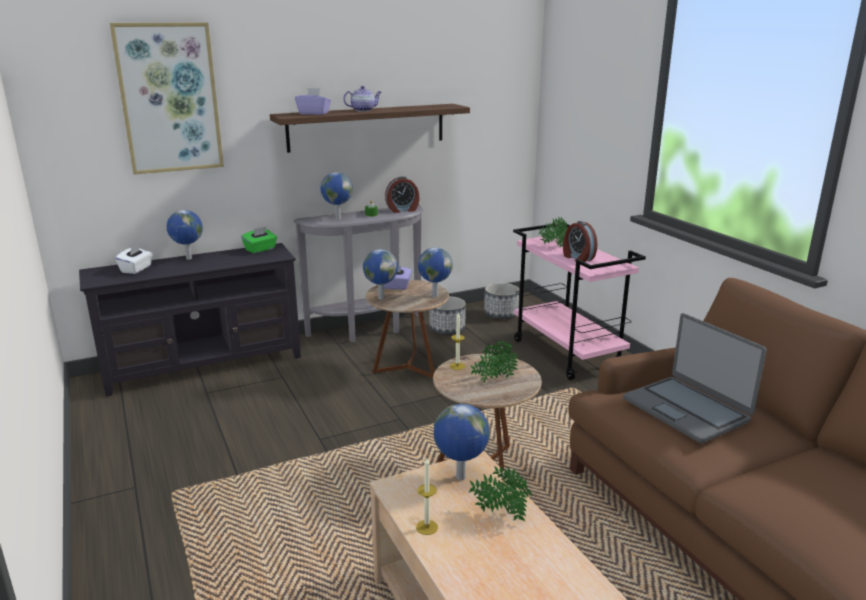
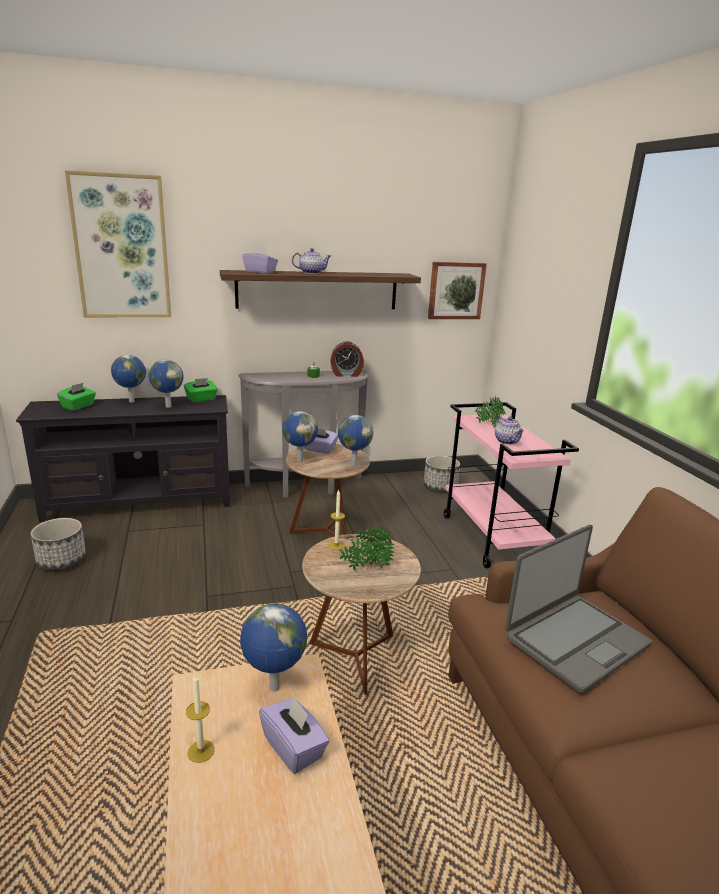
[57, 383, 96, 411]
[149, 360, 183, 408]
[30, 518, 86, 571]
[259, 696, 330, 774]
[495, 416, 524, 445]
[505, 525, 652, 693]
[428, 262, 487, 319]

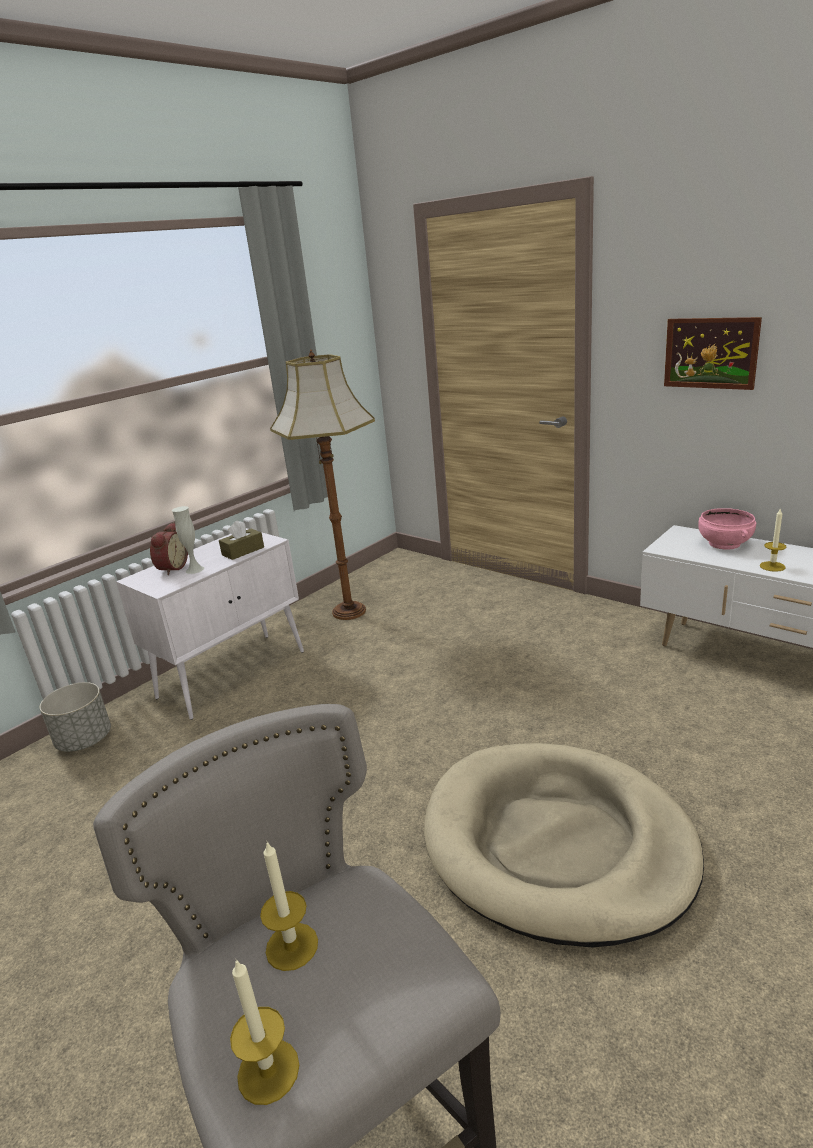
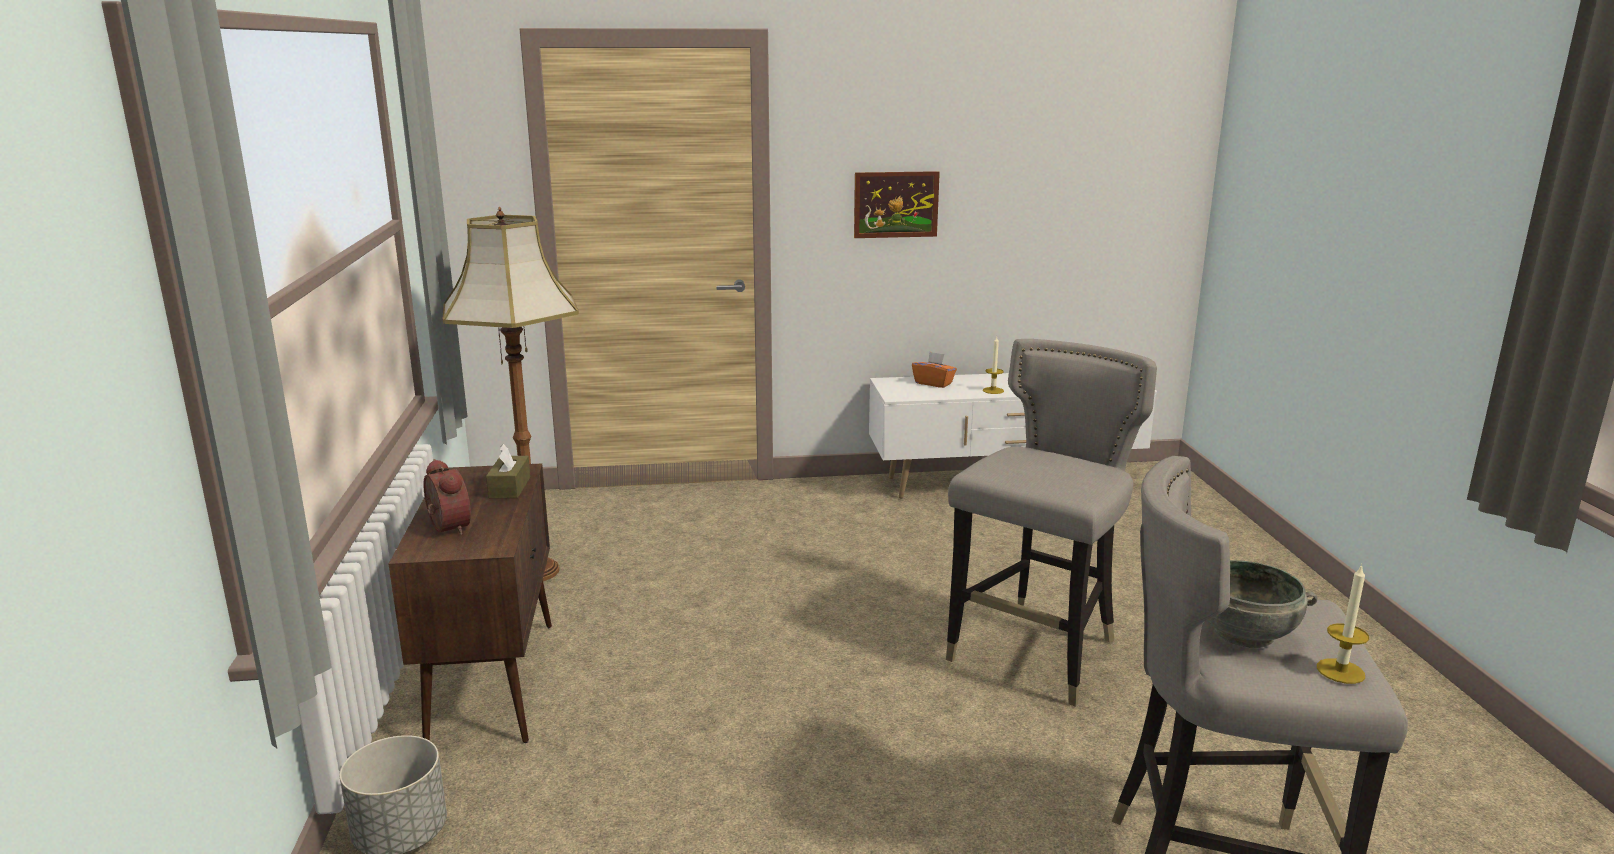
[389, 463, 552, 743]
[172, 506, 204, 574] (first image)
[1207, 560, 1317, 648]
[946, 339, 1157, 707]
[912, 352, 957, 388]

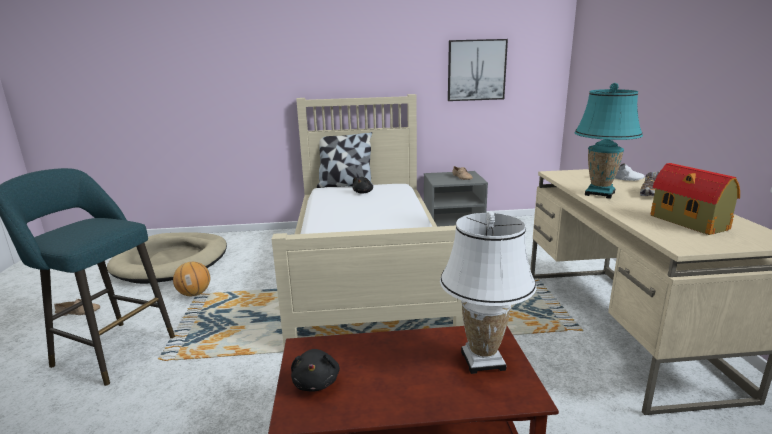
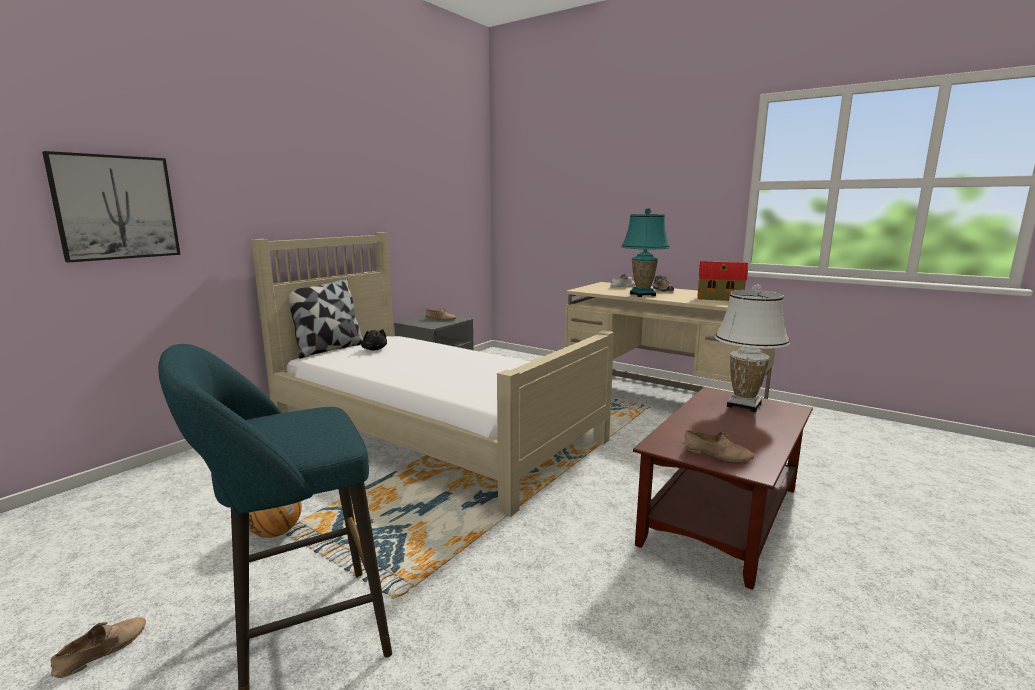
[107, 233, 227, 284] (first image)
[682, 430, 754, 462]
[42, 151, 181, 263]

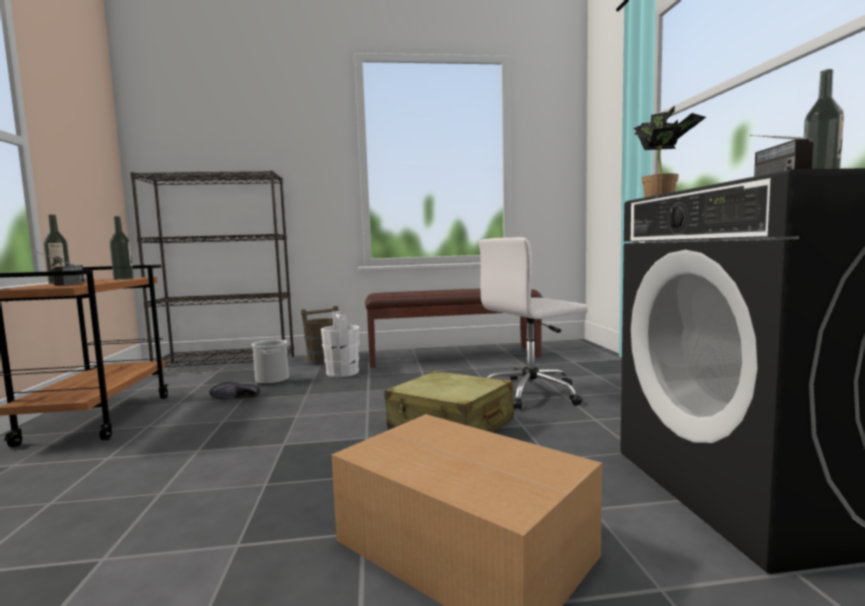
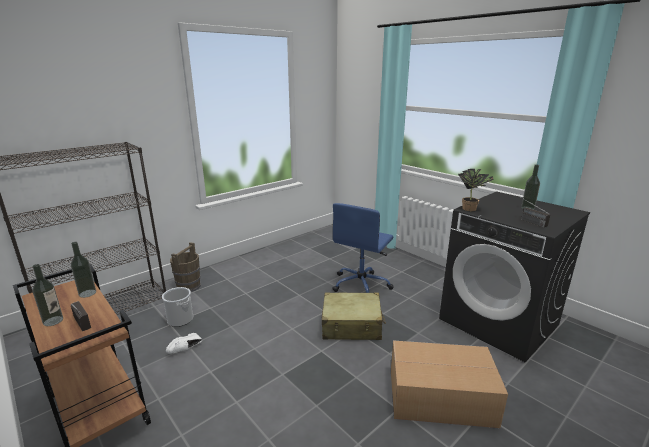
[166, 333, 202, 354]
[321, 311, 360, 377] (first image)
[365, 288, 543, 368] (first image)
[332, 203, 393, 293]

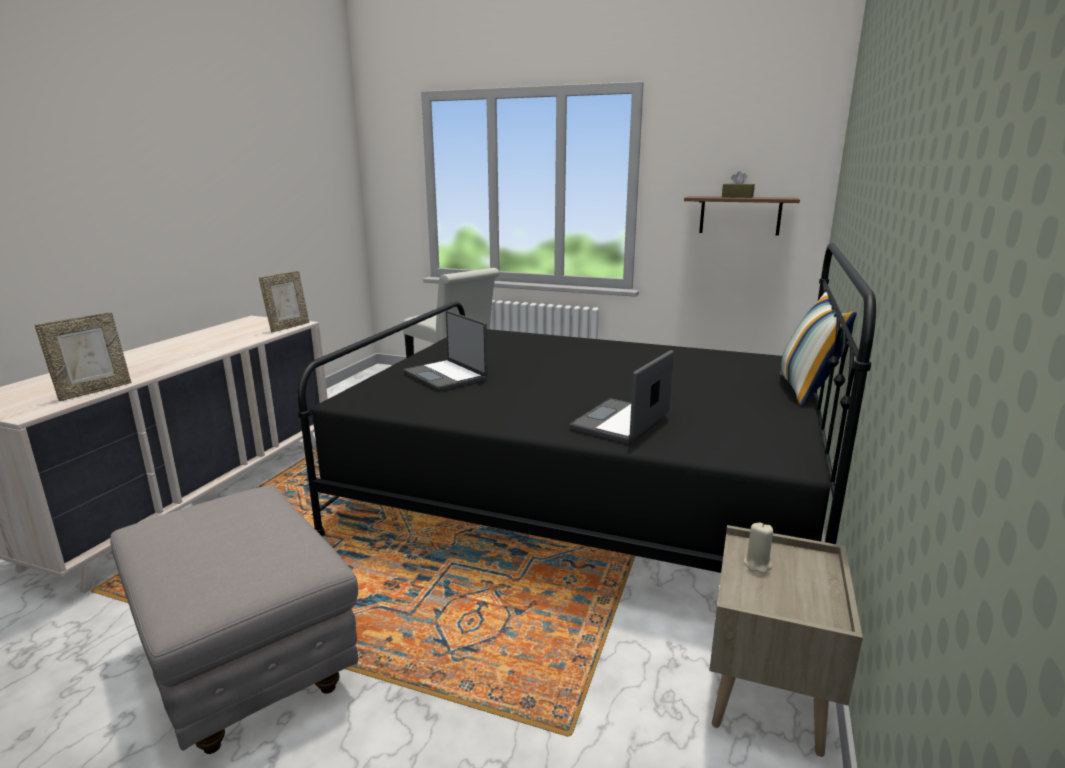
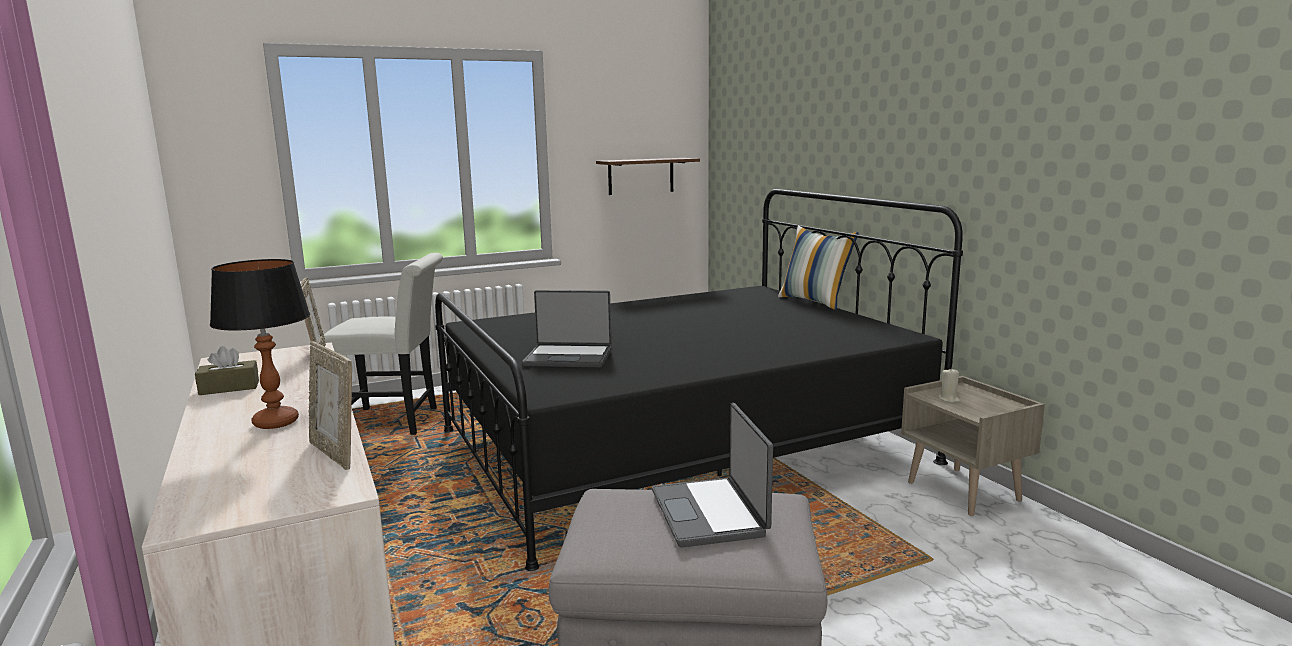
[309, 341, 352, 470]
[652, 403, 773, 547]
[195, 346, 259, 395]
[210, 259, 310, 429]

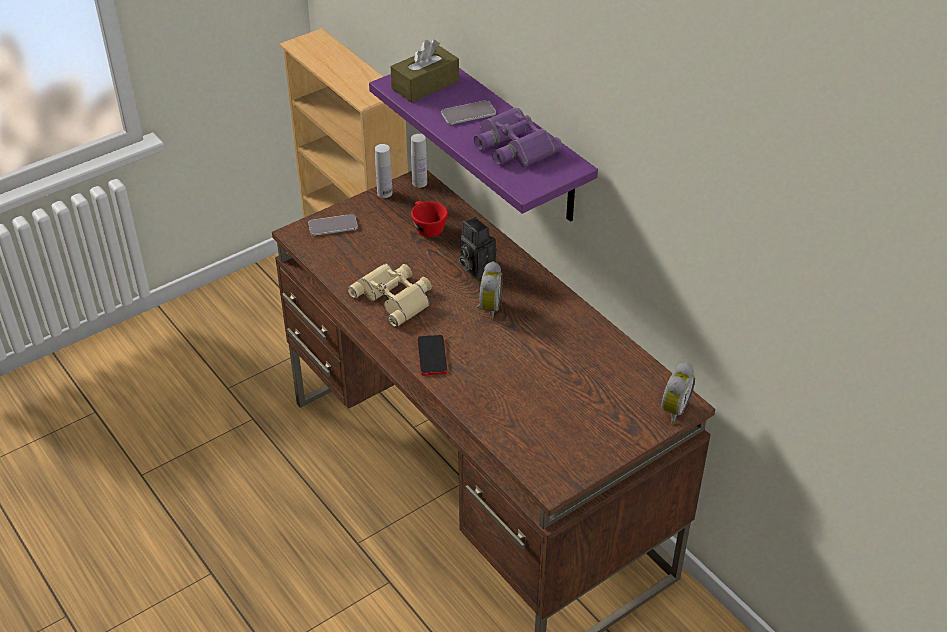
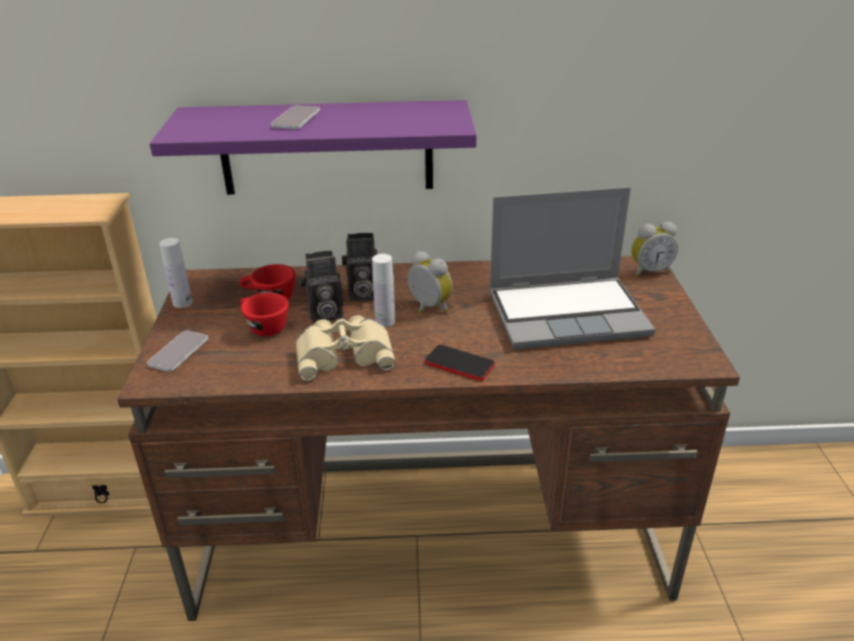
[391, 39, 459, 103] (first image)
[372, 254, 395, 327]
[474, 108, 563, 168] (first image)
[631, 222, 678, 277]
[240, 293, 289, 336]
[300, 251, 343, 323]
[489, 187, 655, 349]

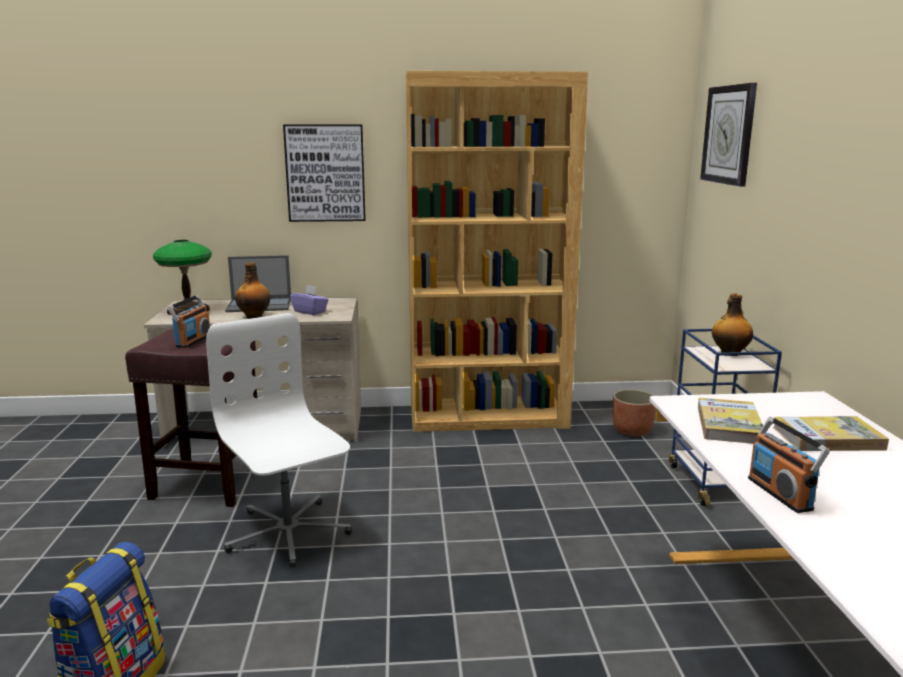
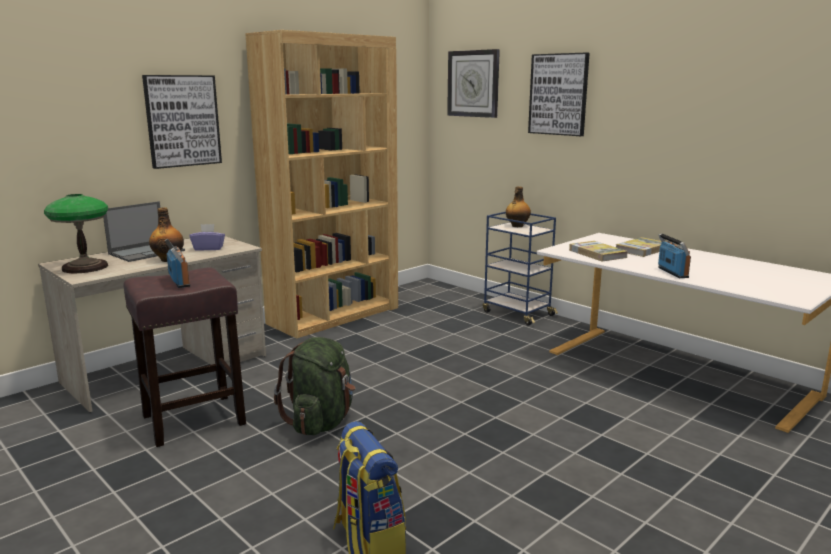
[274, 337, 355, 435]
[613, 389, 656, 436] (first image)
[658, 233, 691, 278]
[528, 52, 590, 136]

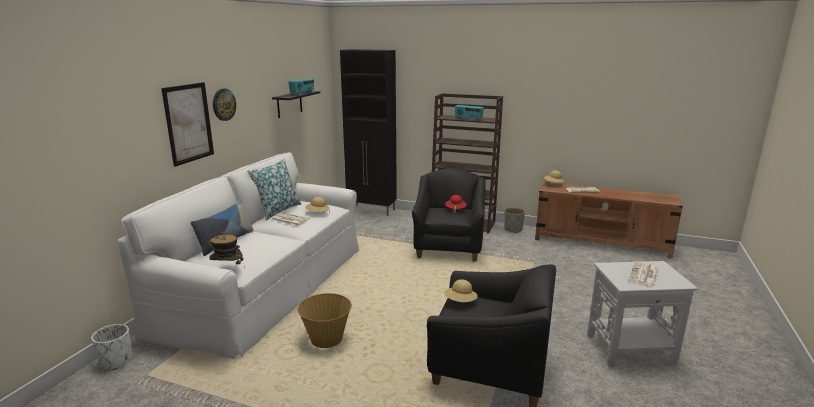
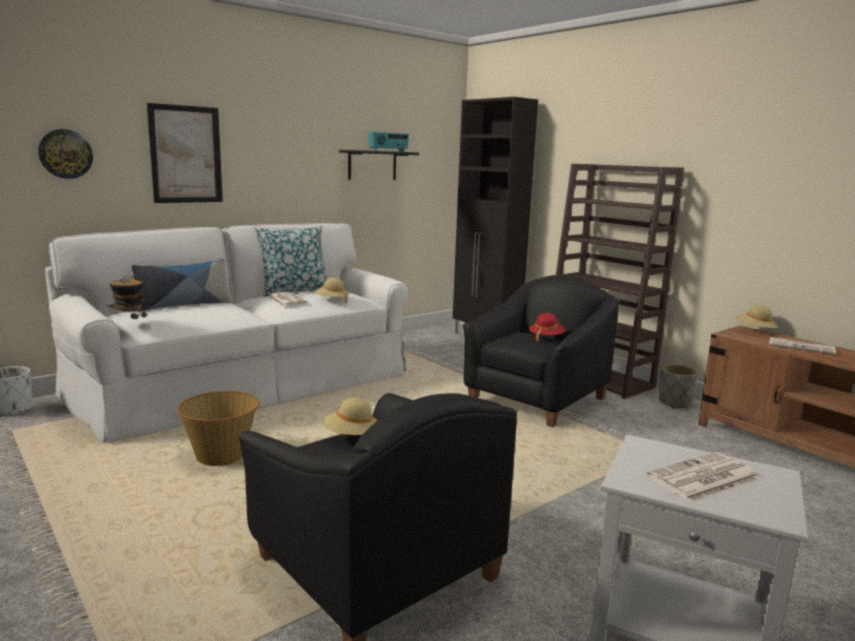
[38, 129, 93, 179]
[455, 105, 484, 120] (first image)

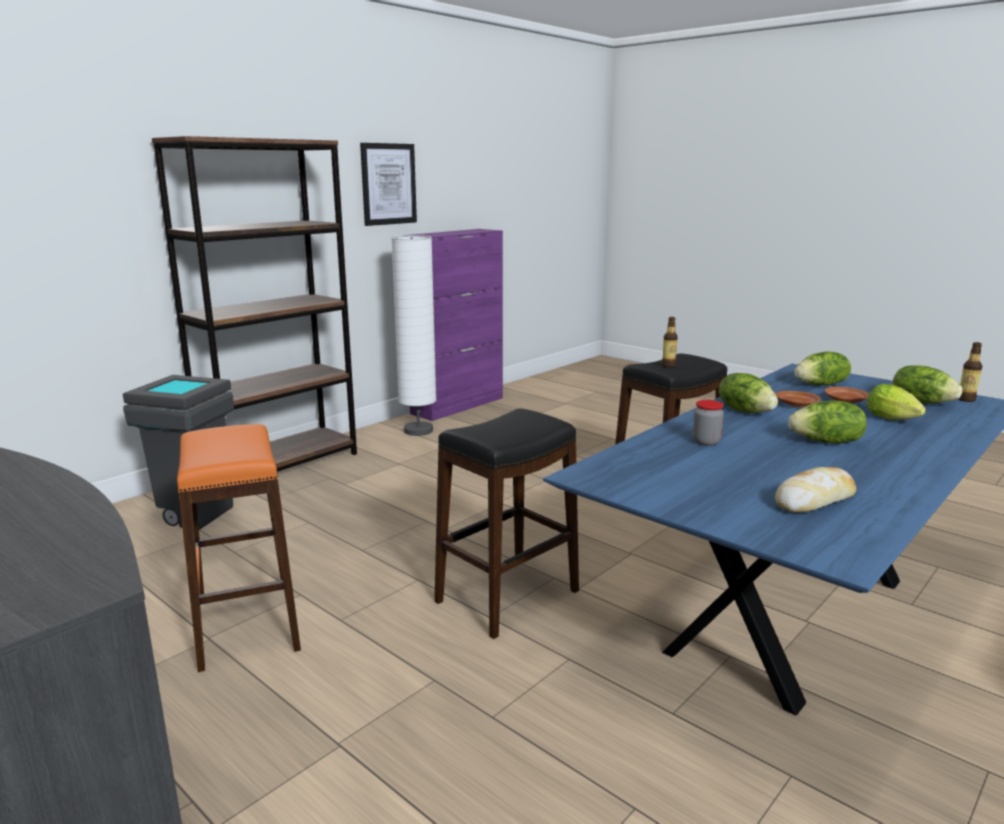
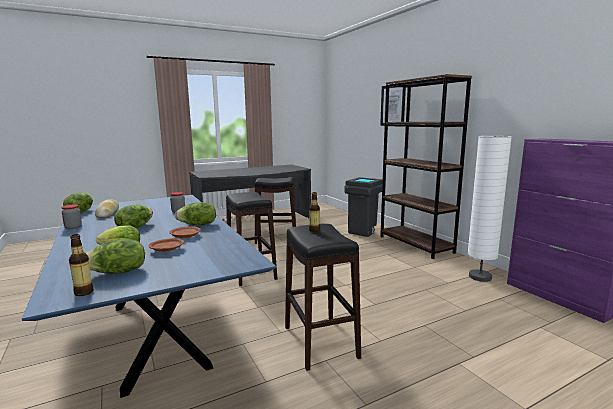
[255, 177, 296, 244]
[380, 86, 406, 126]
[63, 193, 93, 213]
[61, 205, 82, 229]

